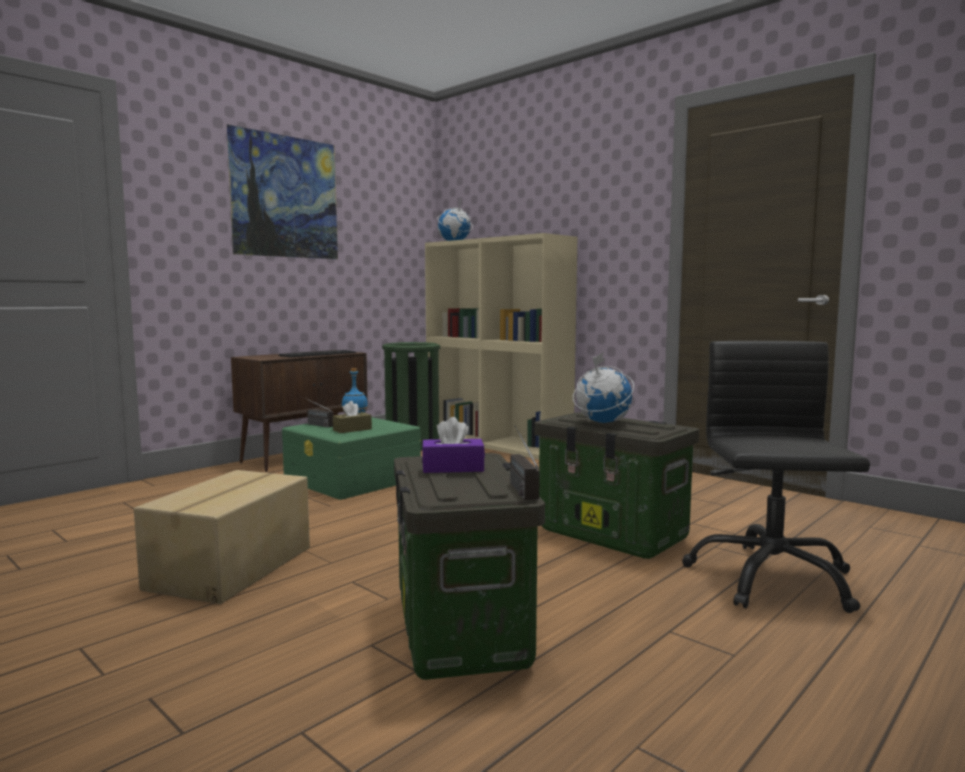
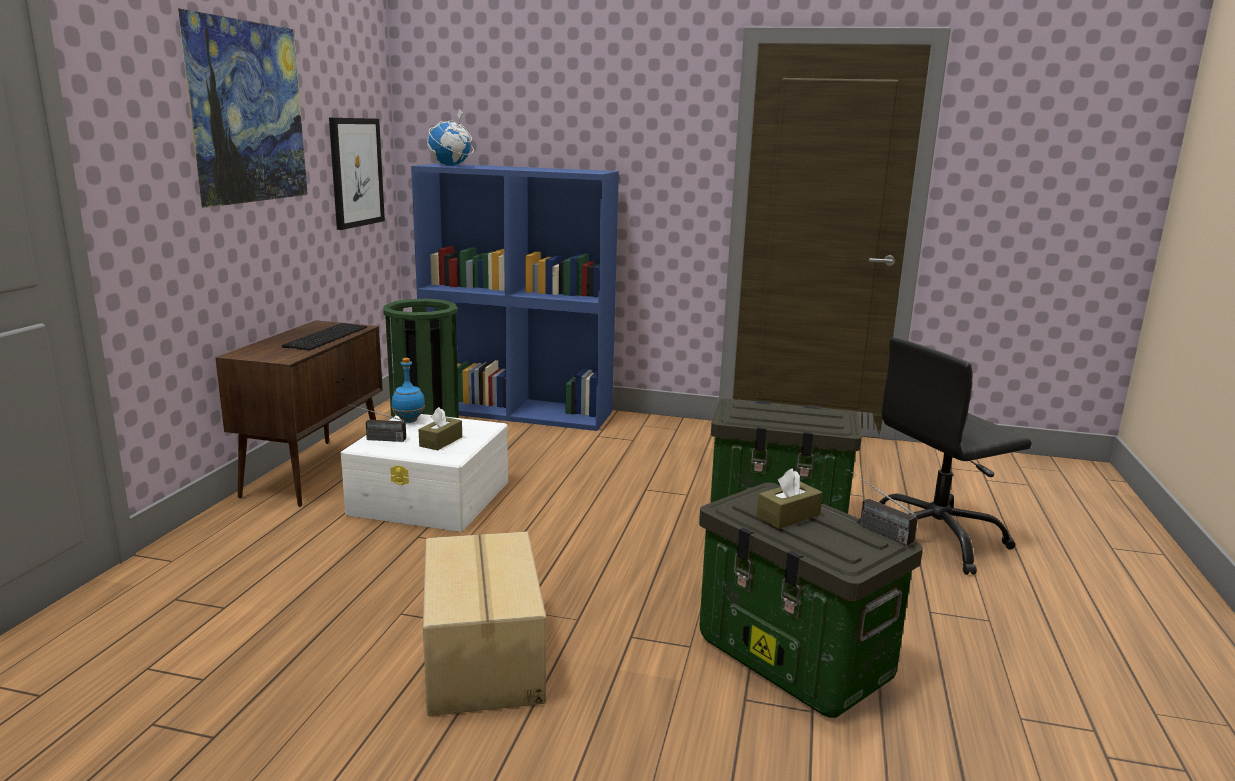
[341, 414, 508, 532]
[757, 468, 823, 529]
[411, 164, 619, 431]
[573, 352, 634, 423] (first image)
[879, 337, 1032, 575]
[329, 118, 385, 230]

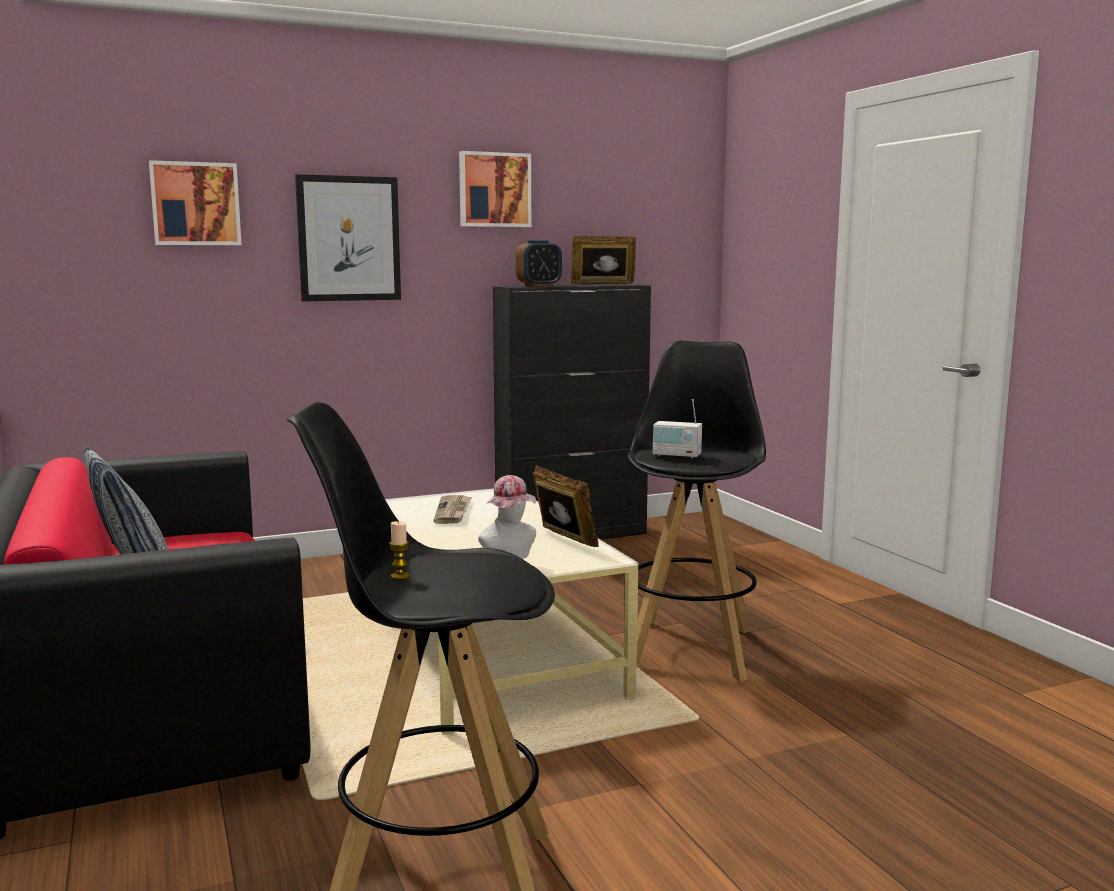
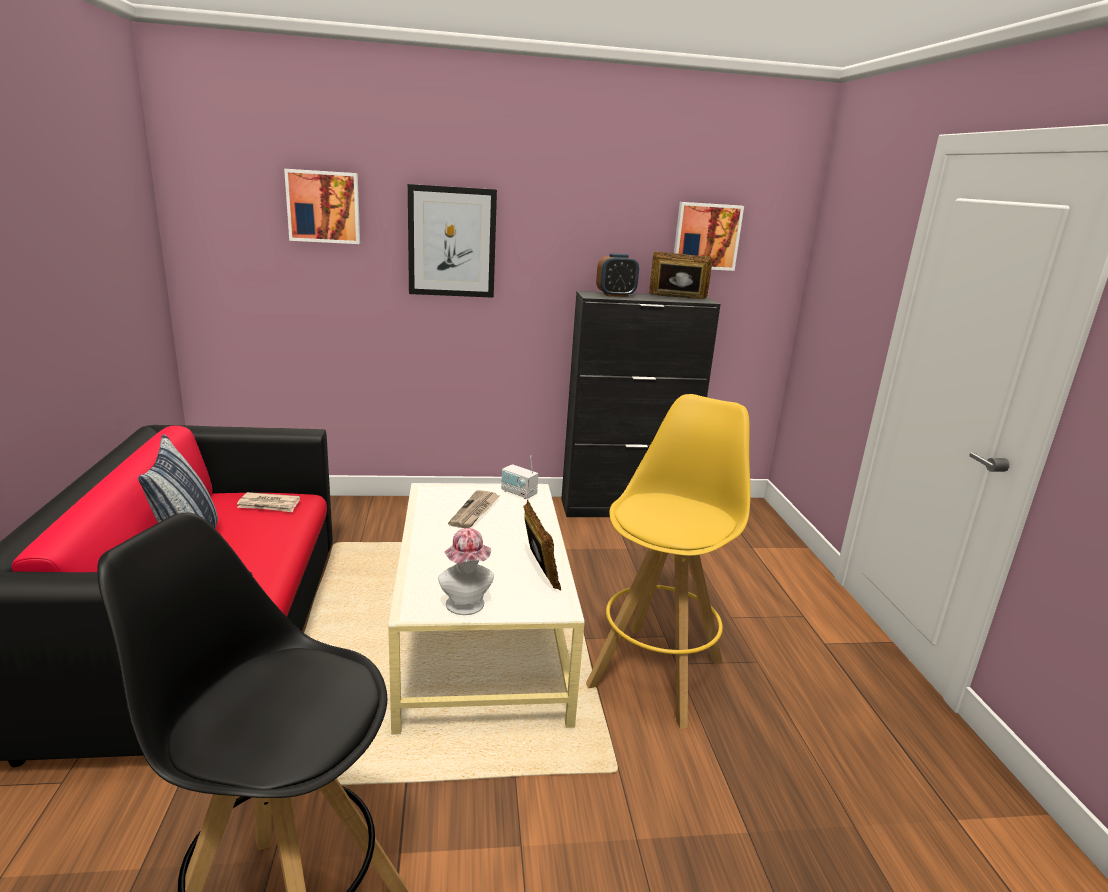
[389, 521, 410, 580] (first image)
[674, 202, 744, 271]
[586, 394, 751, 729]
[501, 456, 538, 499]
[237, 492, 300, 512]

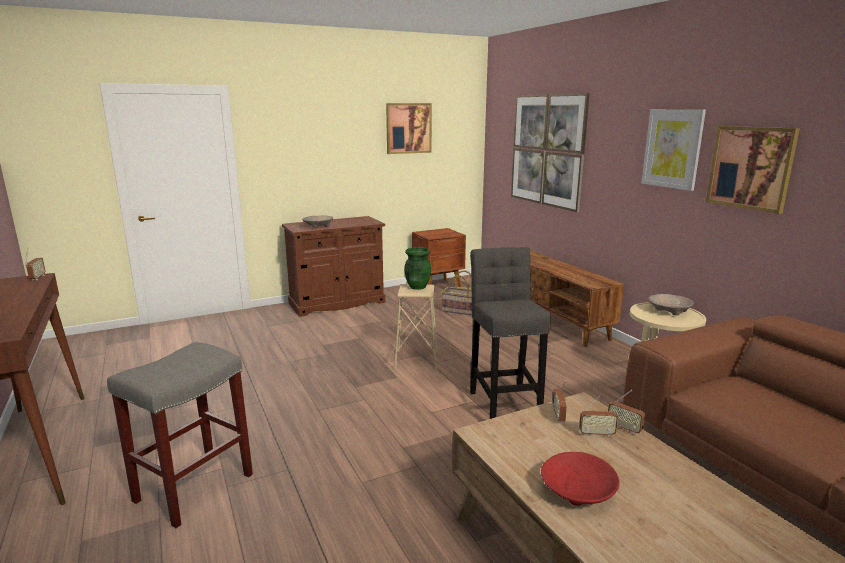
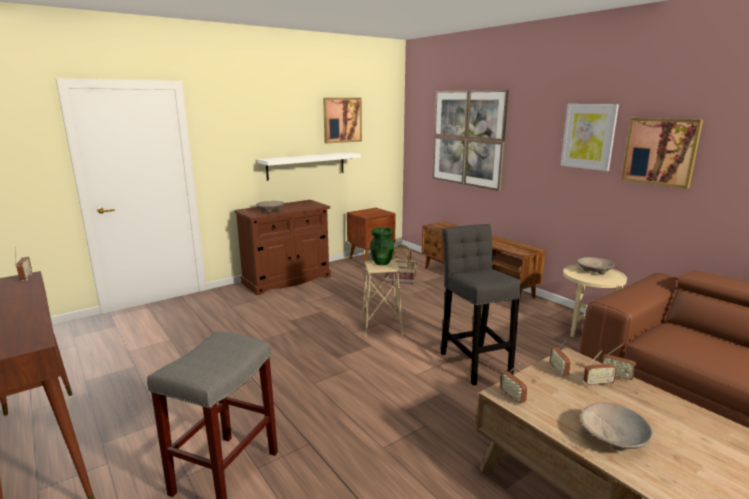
[581, 403, 653, 451]
[258, 152, 361, 181]
[500, 363, 528, 404]

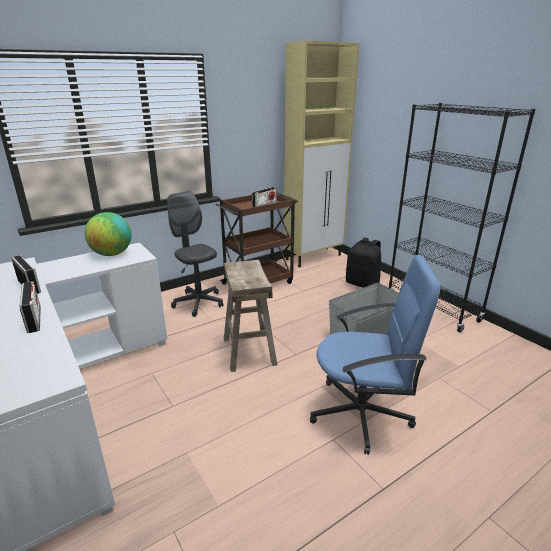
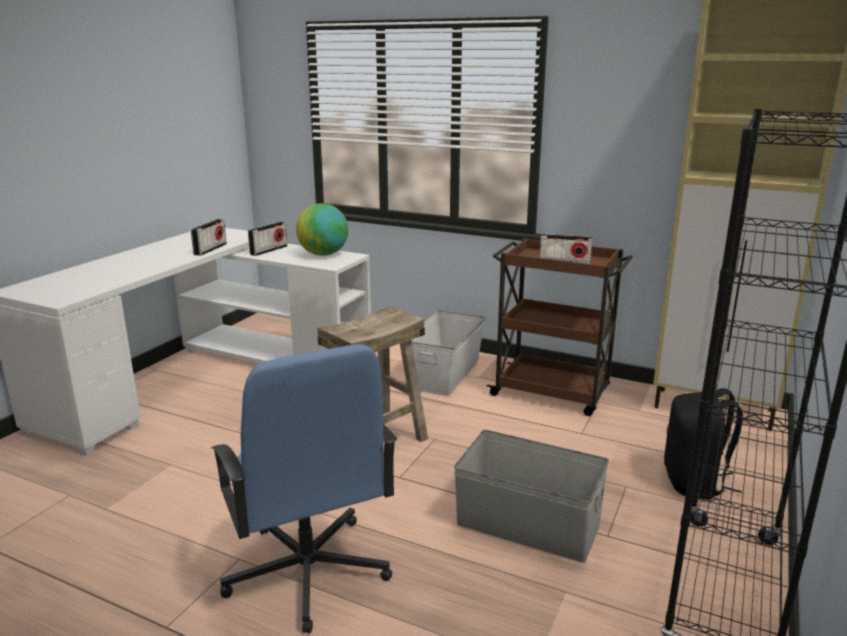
[248, 222, 287, 256]
[411, 310, 485, 396]

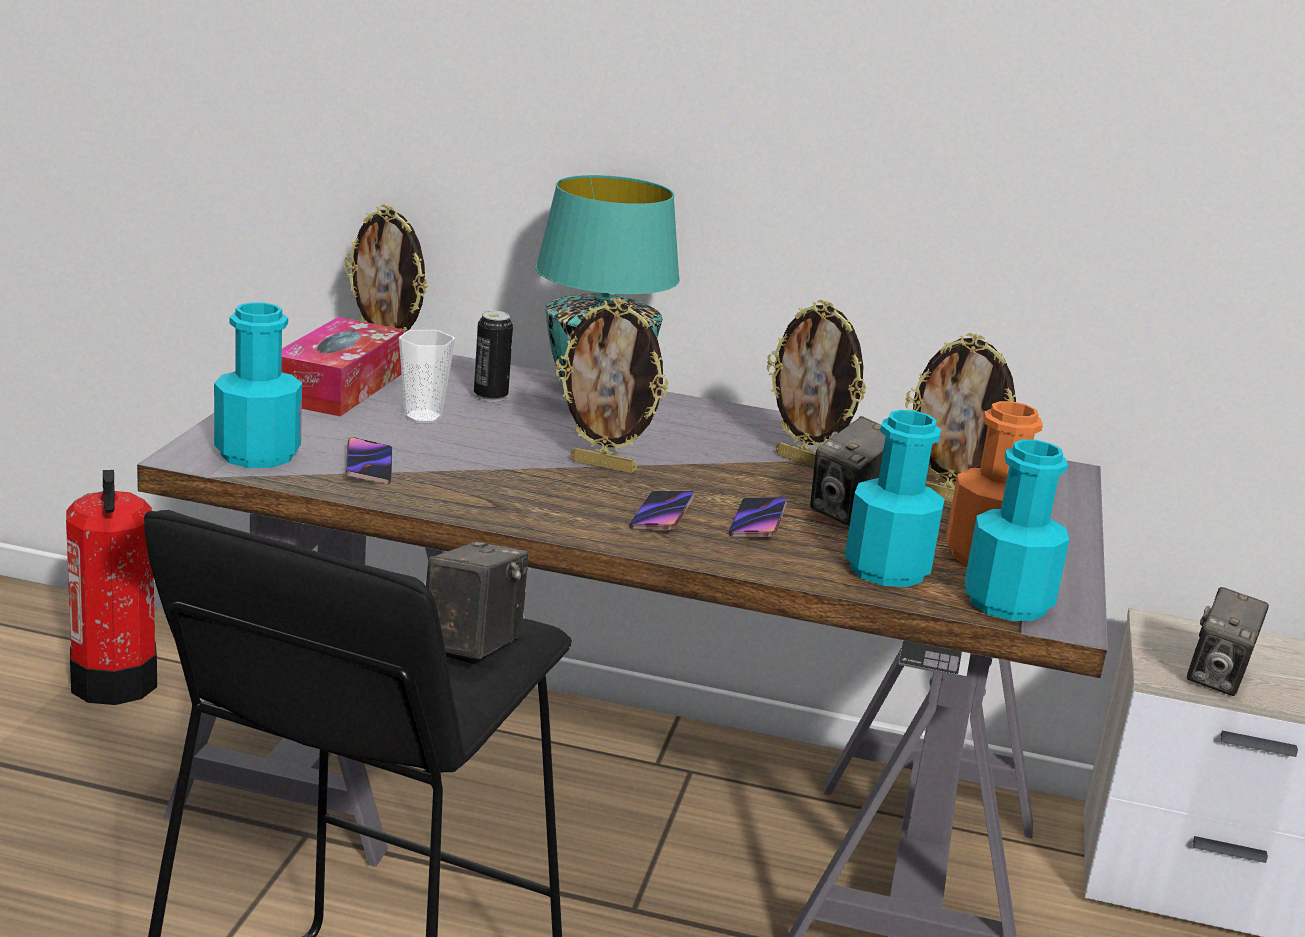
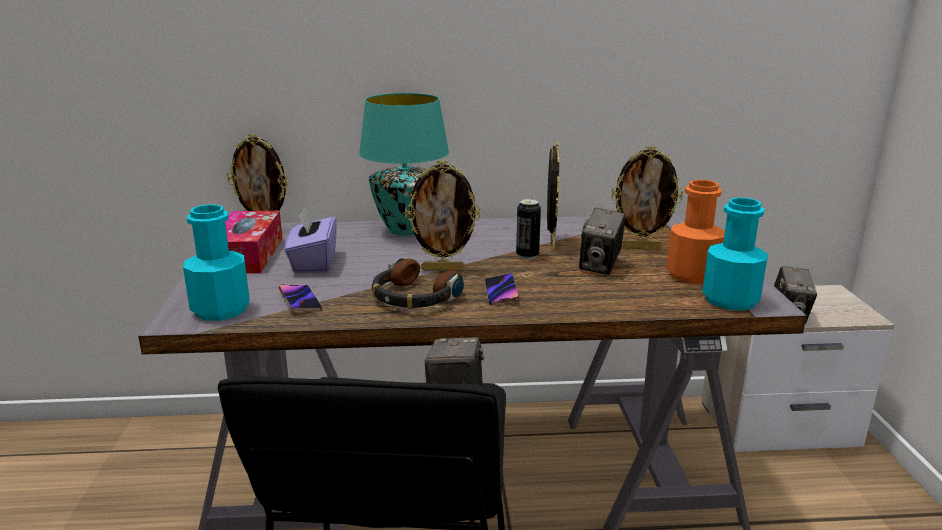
[66, 470, 157, 705] (first image)
[285, 207, 337, 273]
[516, 199, 541, 259]
[729, 497, 787, 537] (first image)
[547, 142, 560, 250]
[845, 410, 945, 587] (first image)
[372, 258, 464, 309]

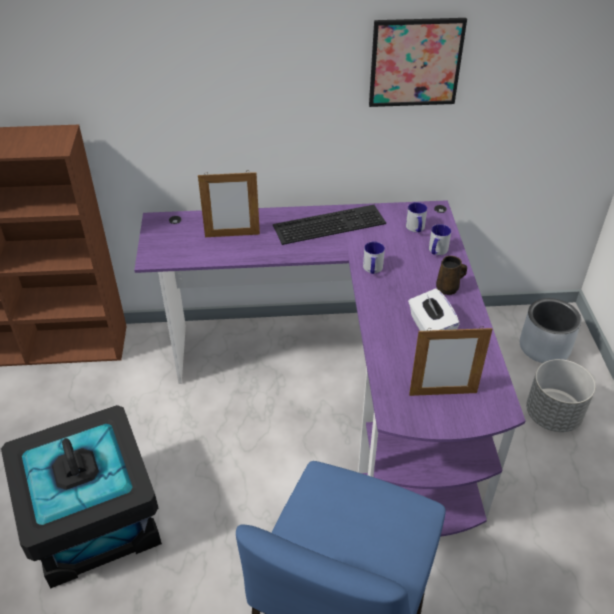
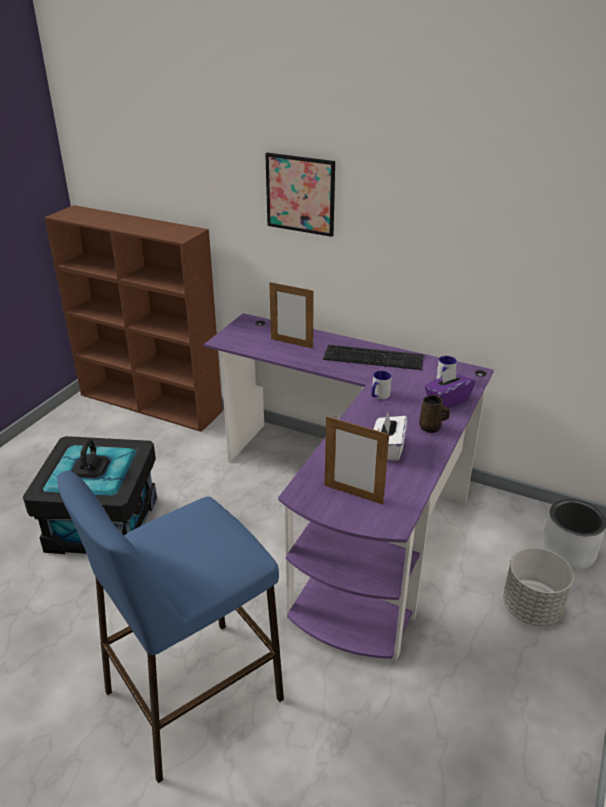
[265, 153, 335, 237]
[424, 367, 475, 408]

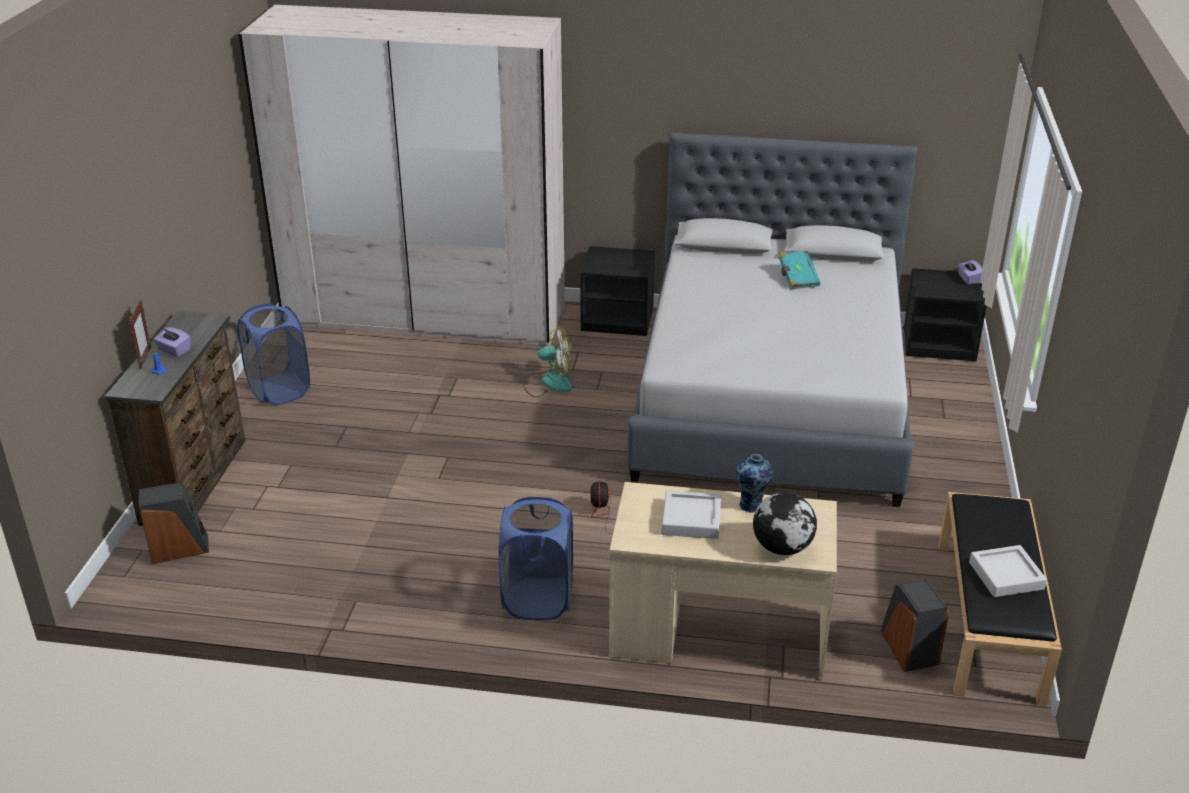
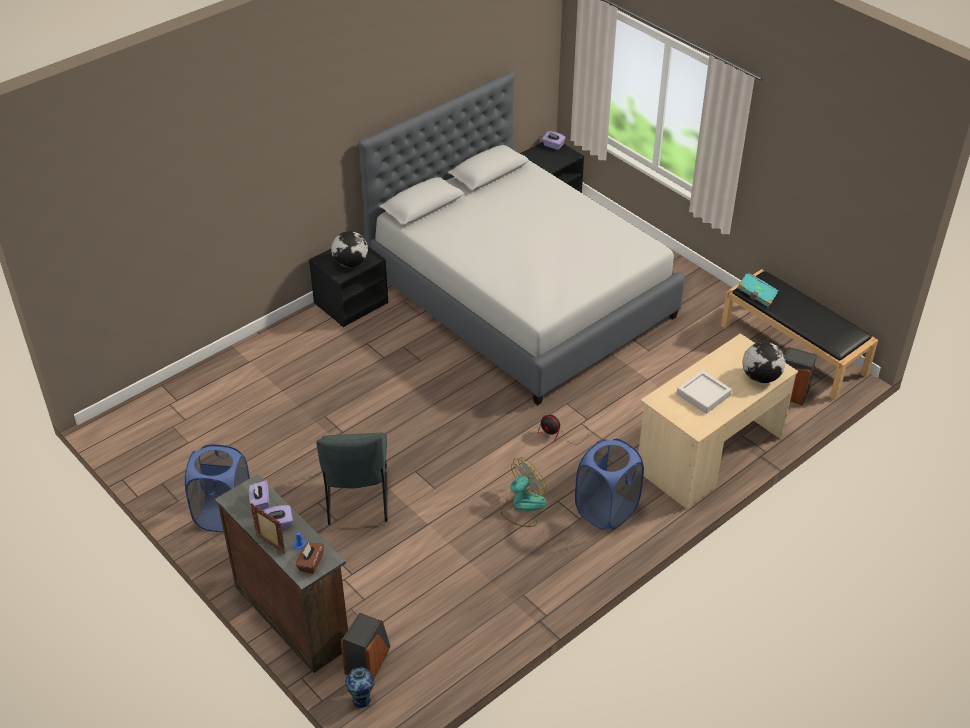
[239, 5, 565, 346] (first image)
[501, 457, 547, 527]
[345, 667, 375, 709]
[737, 272, 778, 307]
[969, 545, 1047, 597] (first image)
[249, 480, 269, 510]
[295, 542, 324, 574]
[316, 433, 388, 525]
[331, 231, 368, 267]

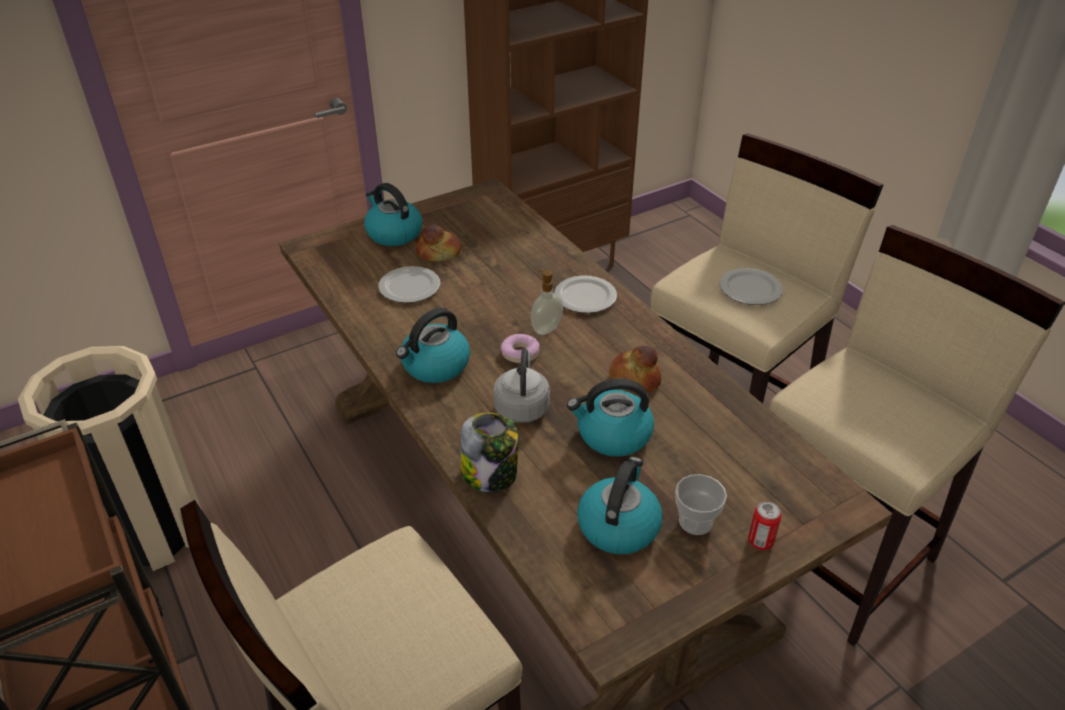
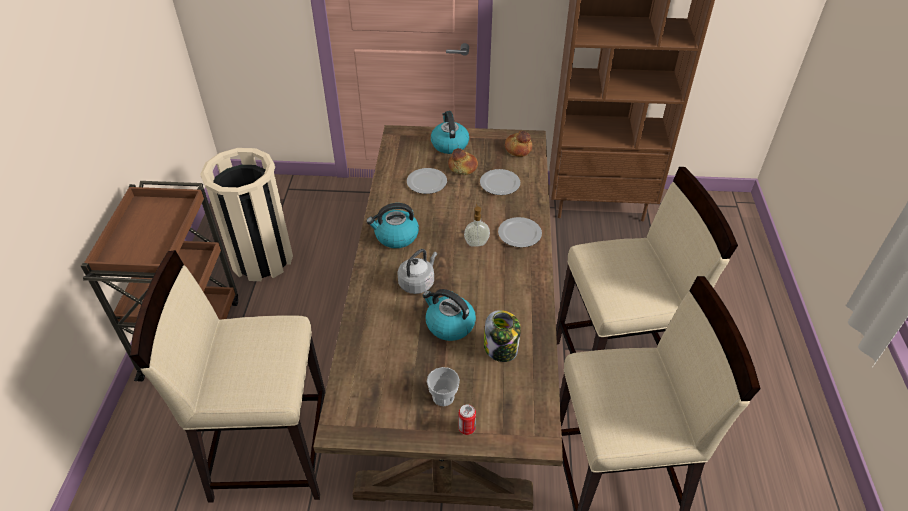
[484, 310, 521, 362]
[501, 334, 540, 363] (first image)
[577, 457, 663, 554] (first image)
[505, 131, 532, 157]
[480, 169, 520, 195]

